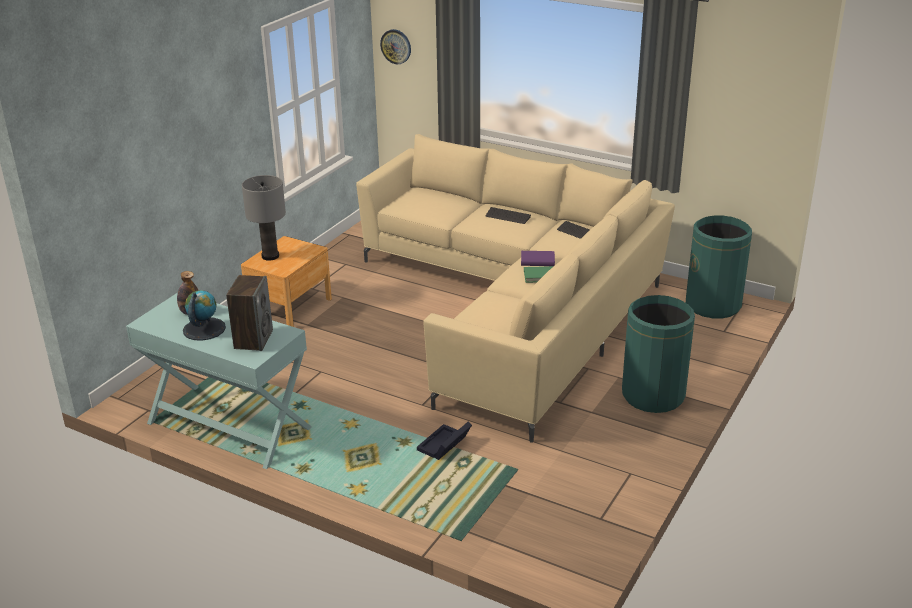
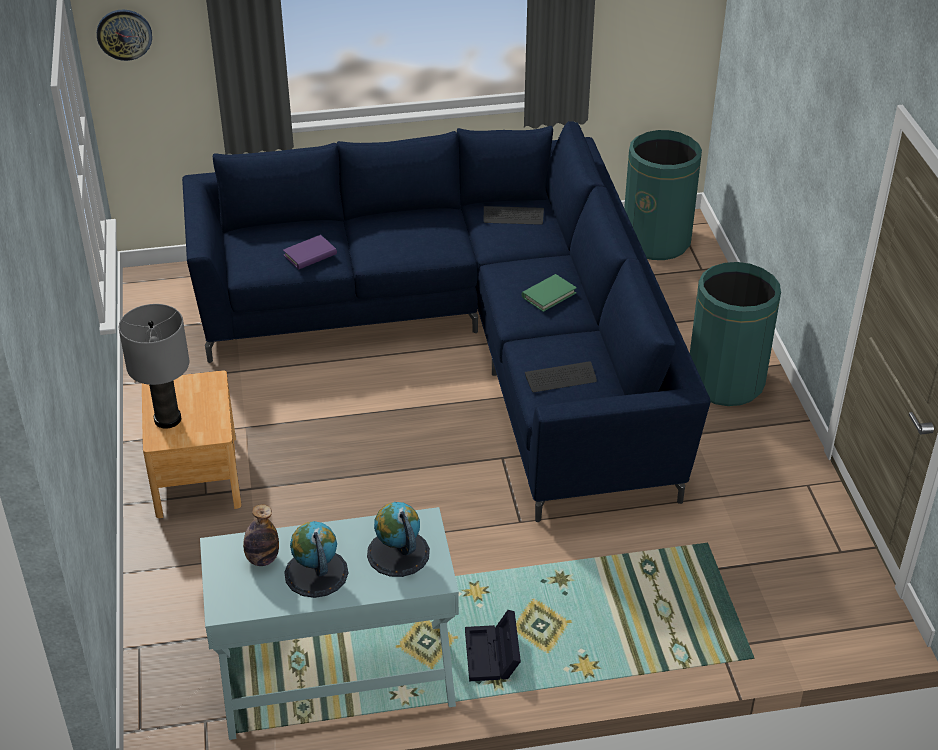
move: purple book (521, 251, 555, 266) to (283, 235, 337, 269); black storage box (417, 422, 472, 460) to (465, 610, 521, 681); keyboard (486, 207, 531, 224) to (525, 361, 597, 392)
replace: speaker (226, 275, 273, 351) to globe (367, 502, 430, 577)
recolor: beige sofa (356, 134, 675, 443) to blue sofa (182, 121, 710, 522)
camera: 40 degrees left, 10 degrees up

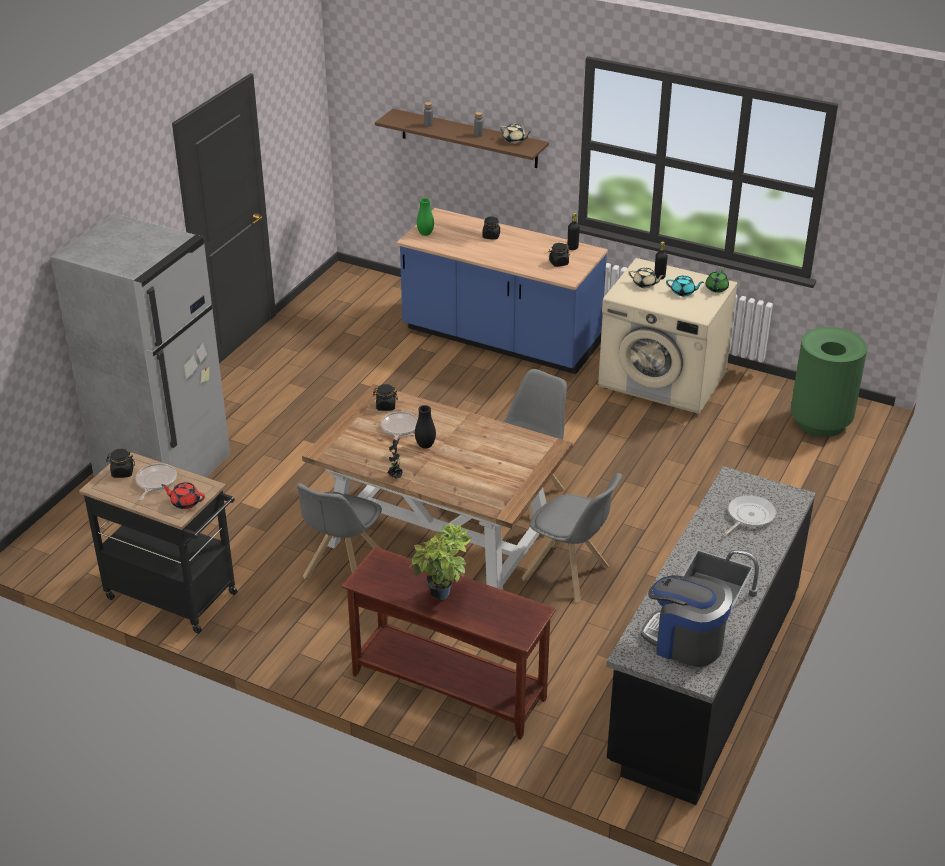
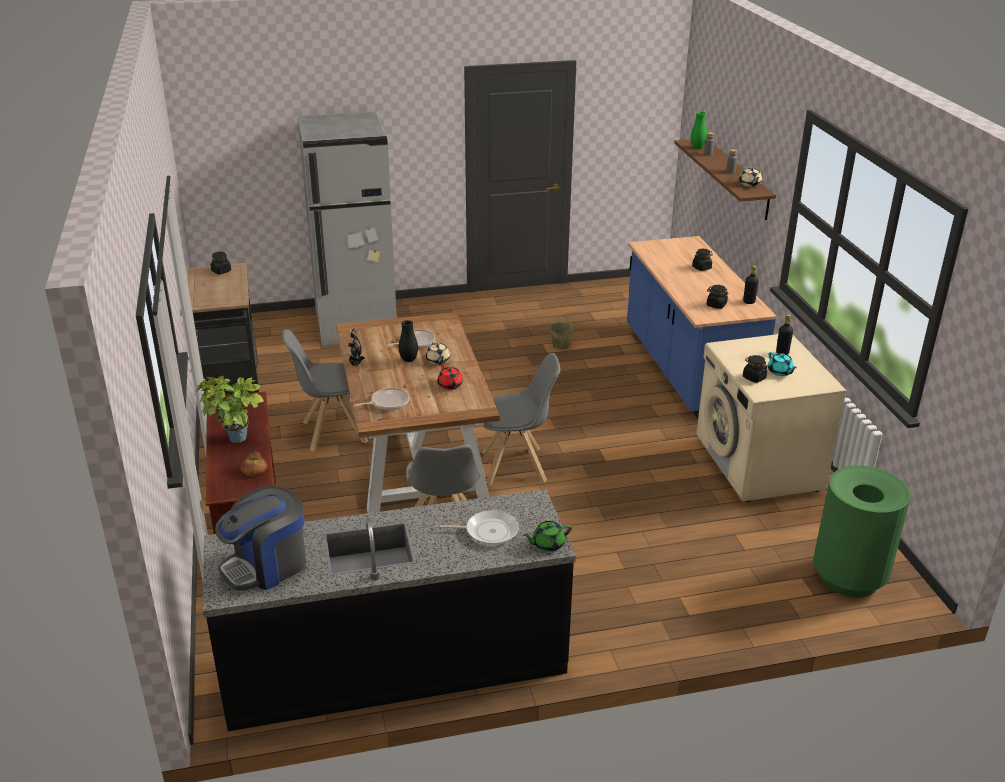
insert: bread (240, 451, 268, 476); beige bucket (550, 315, 573, 350)
move: frying pan (136, 463, 177, 500) to (354, 388, 409, 410); beige teapot (628, 268, 665, 288) to (426, 341, 450, 365); red teapot (161, 482, 205, 509) to (437, 362, 463, 390); green teapot (705, 270, 729, 293) to (523, 521, 572, 552); green vase (417, 198, 434, 236) to (691, 112, 707, 149); black jar (373, 384, 398, 411) to (743, 355, 767, 383)
rotate: coffee machine (641, 575, 732, 667) = (215, 486, 306, 591) 120 degrees counterclockwise
camera: 50 degrees right, 5 degrees down

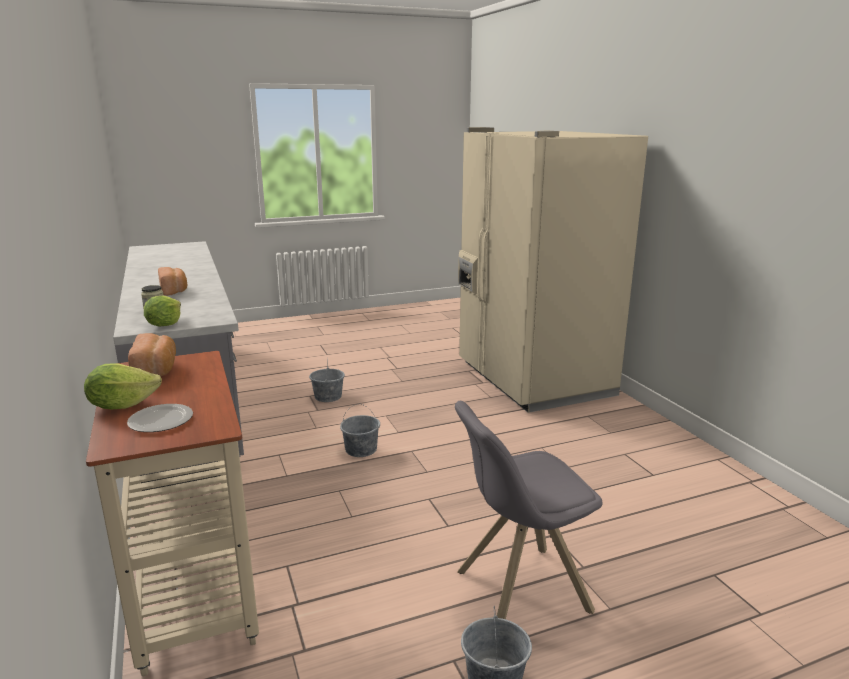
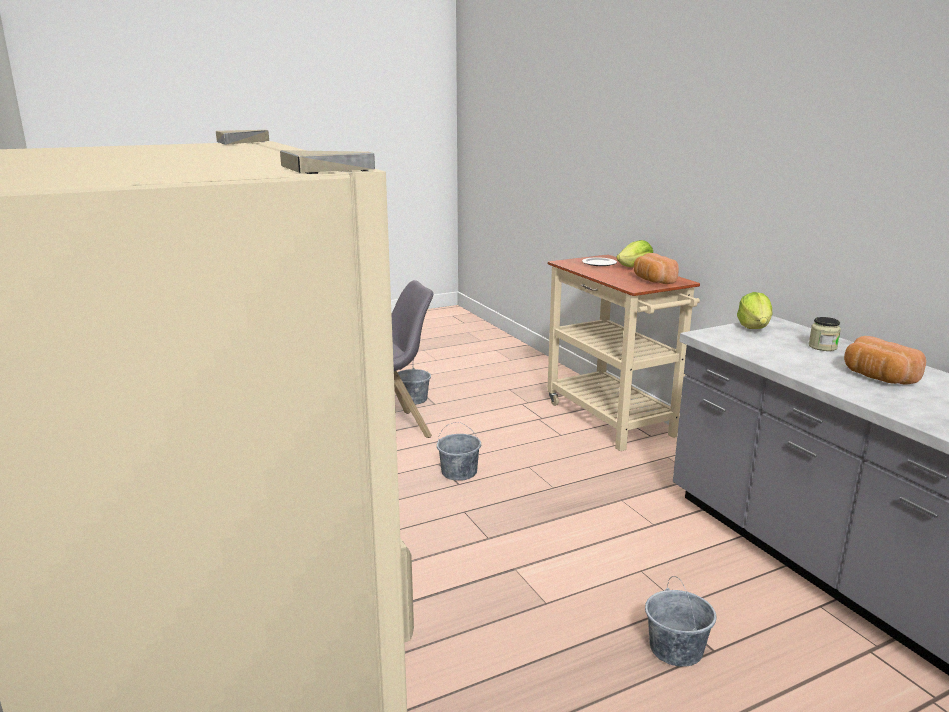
move: grey bucket (340, 404, 380, 457) to (437, 422, 481, 481)
camera: 175 degrees right, 0 degrees up

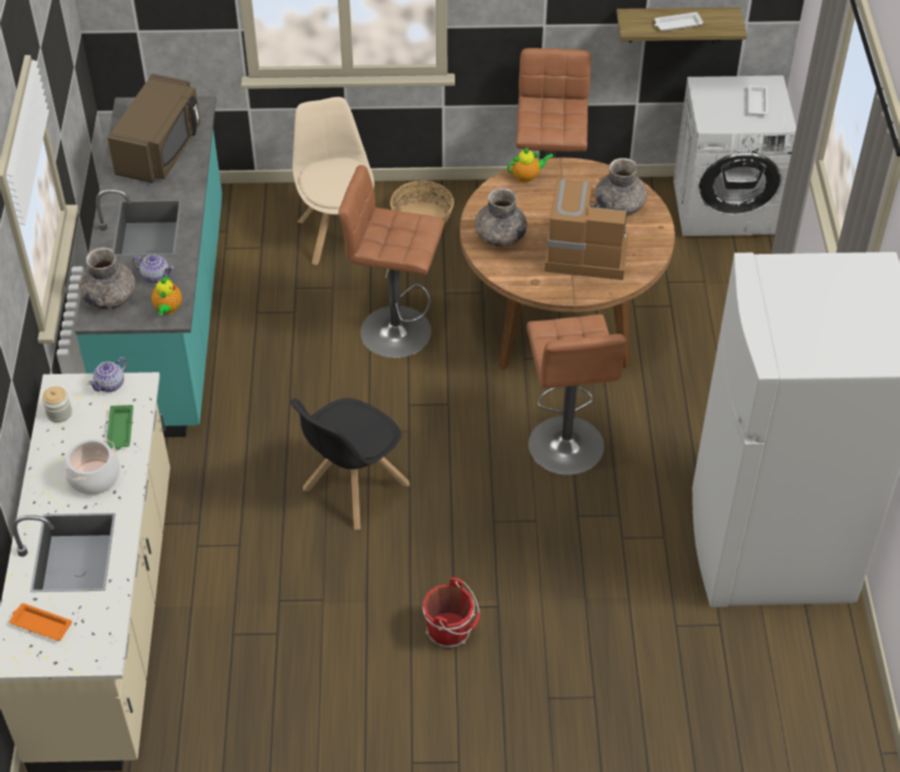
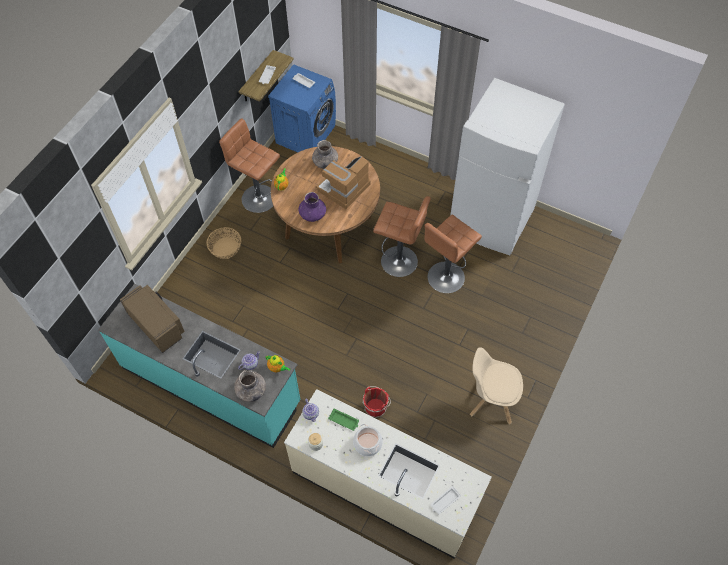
delete: black chair (290, 398, 410, 530)
move: red bucket (423, 577, 480, 649) to (362, 386, 391, 418); brown stool (338, 165, 445, 358) to (424, 215, 482, 293); beige chair (292, 97, 374, 265) to (470, 347, 523, 425)
recolor: white washing machine (673, 75, 796, 236) to blue washing machine (268, 64, 336, 152); grey vase (475, 188, 527, 247) to purple vase (299, 192, 326, 222); orange tray (9, 603, 72, 641) to white tray (431, 486, 461, 514)
camera: 60 degrees left, 10 degrees up

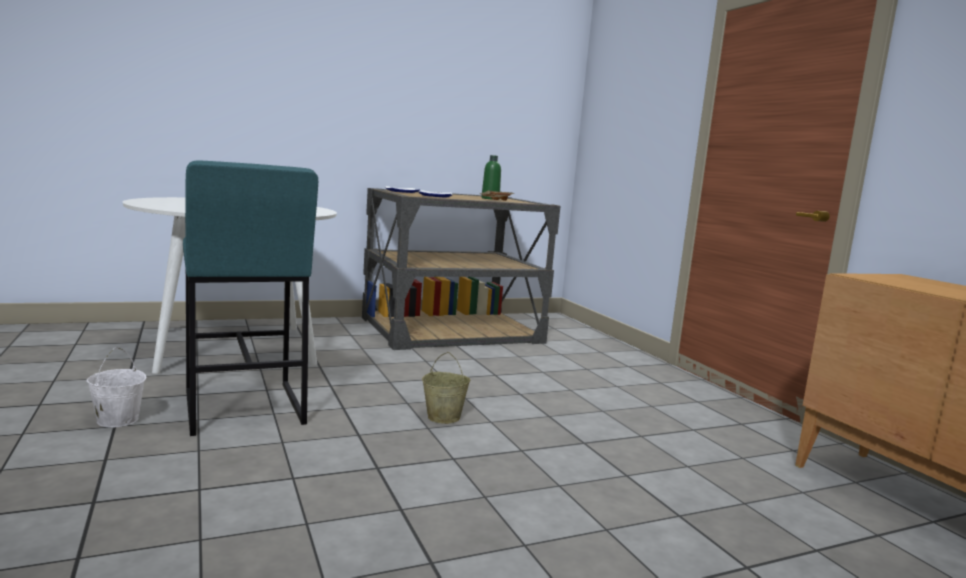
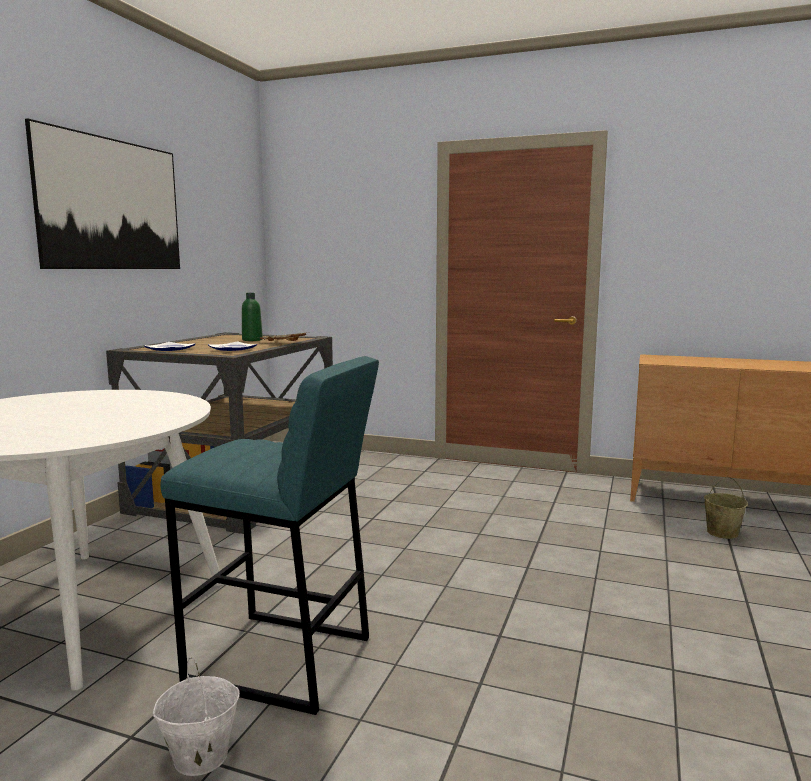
insert: picture (25, 118, 180, 269)
move: beige bucket (422, 352, 470, 424) to (704, 476, 748, 539)
camera: 45 degrees left, 0 degrees up

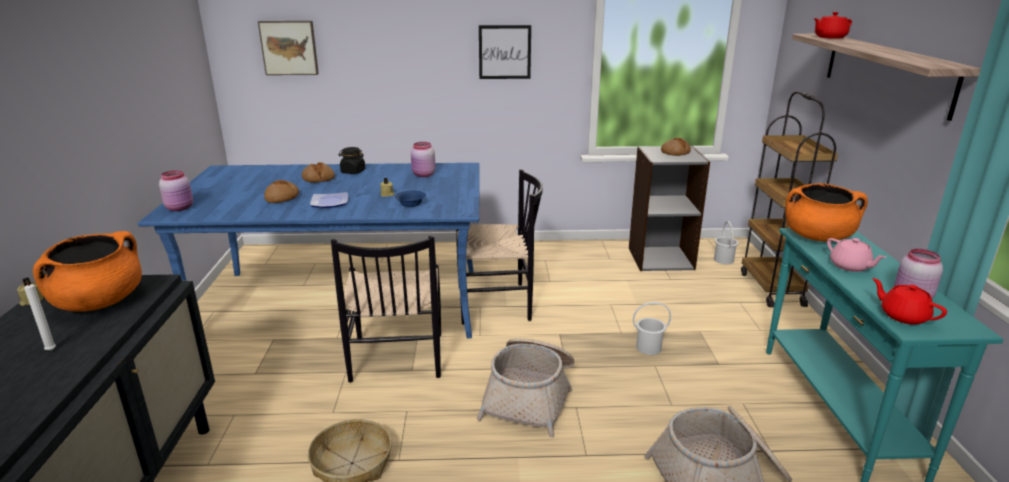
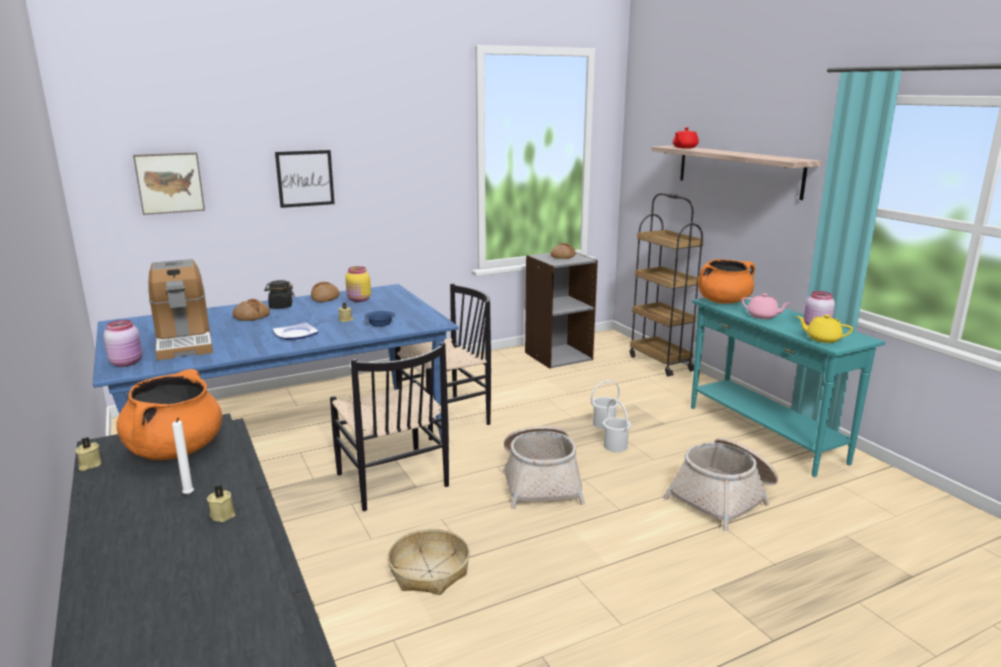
insert: coffee machine (148, 259, 213, 360); beige candle (207, 485, 236, 522)
move: picture (479, 25, 531, 79) to (275, 150, 335, 208); bread (264, 180, 299, 203) to (311, 282, 340, 302); white bucket (714, 221, 739, 264) to (603, 399, 631, 452)
recolor: pink jar (411, 142, 435, 177) to yellow jar (345, 266, 371, 302); red teapot (872, 278, 947, 325) to yellow teapot (797, 314, 853, 343)
camera: 25 degrees left, 5 degrees down

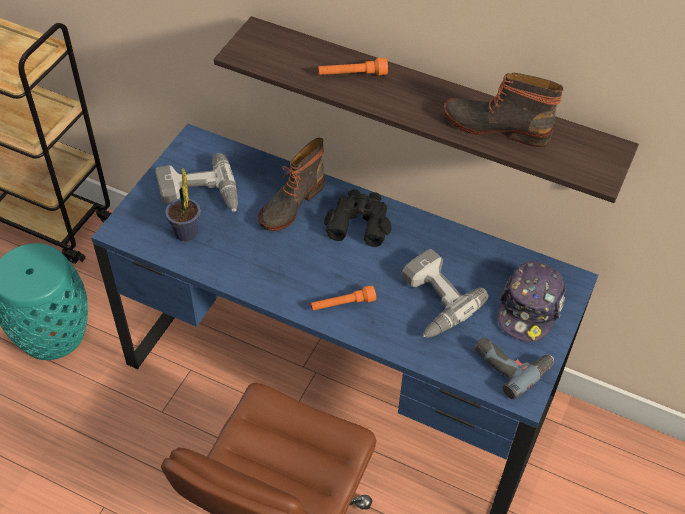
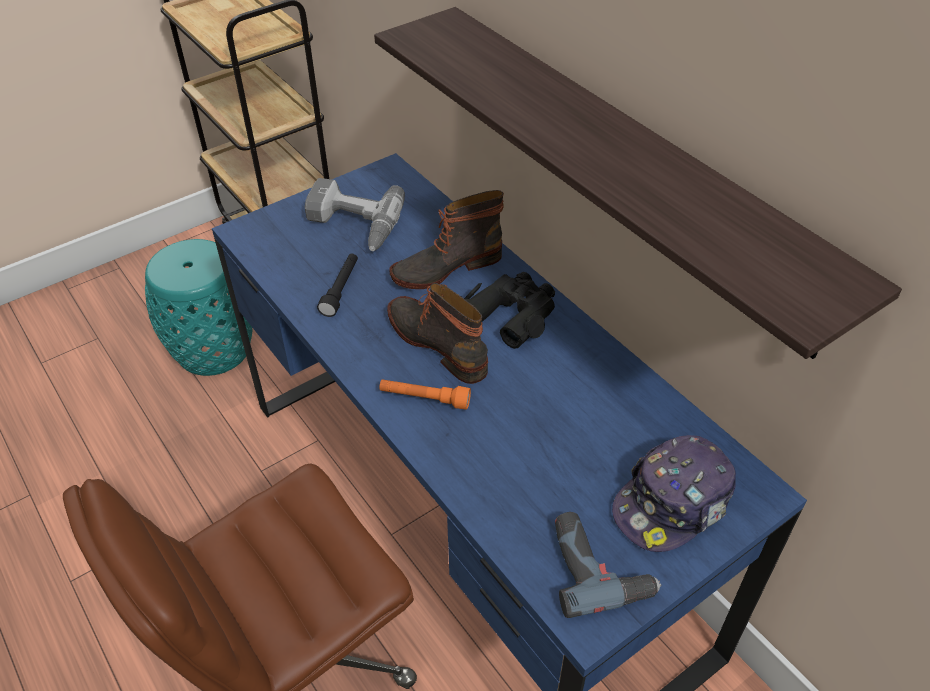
delete: potted plant (165, 168, 200, 242); orange flashlight (318, 58, 388, 76); power drill (402, 249, 488, 338)
insert: black flashlight (317, 254, 358, 317)
move: boot (443, 73, 563, 147) to (387, 283, 488, 384)
camera: 30 degrees right, 5 degrees down

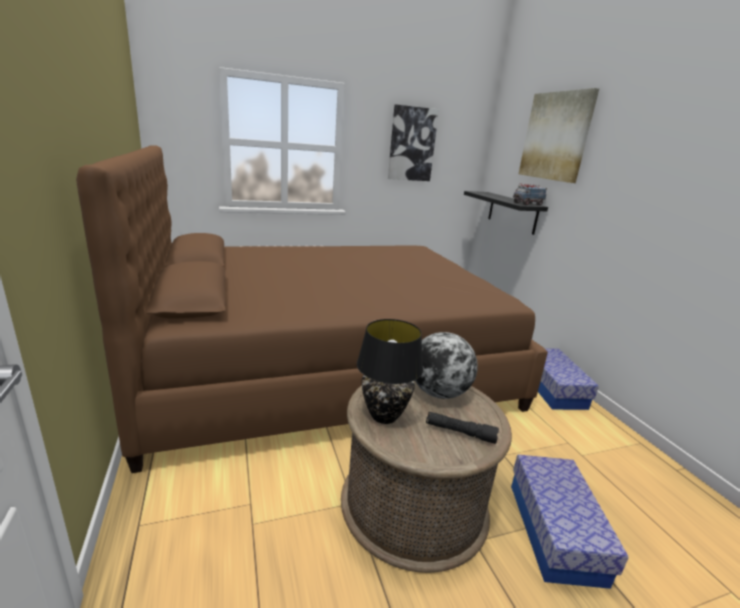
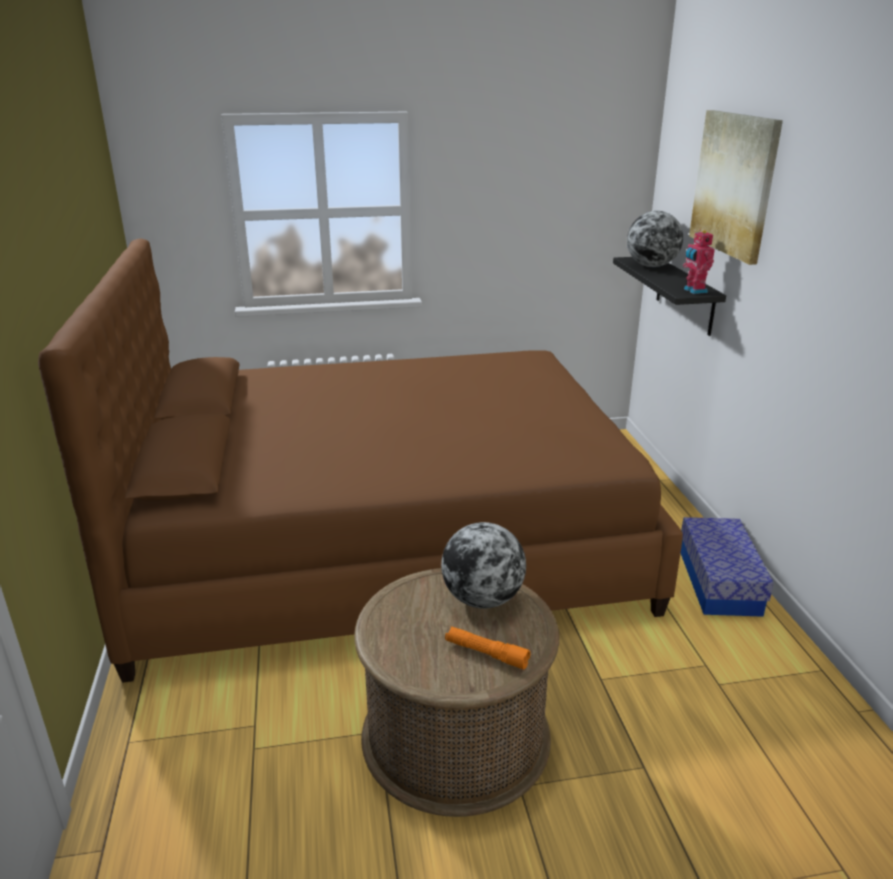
delete: black table lamp (357, 319, 423, 424); picture (388, 105, 439, 181); storage box (511, 455, 629, 589)
insert: globe (627, 211, 683, 267)
replace: toy truck (513, 184, 547, 206) to toy robot (683, 230, 715, 294)
recolor: black flashlight (426, 412, 499, 444) to orange flashlight (445, 626, 530, 669)
camera: 10 degrees right, 5 degrees up

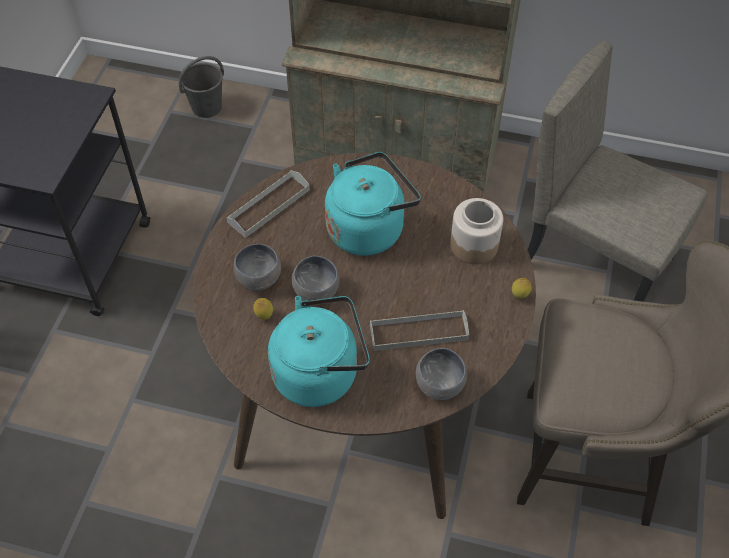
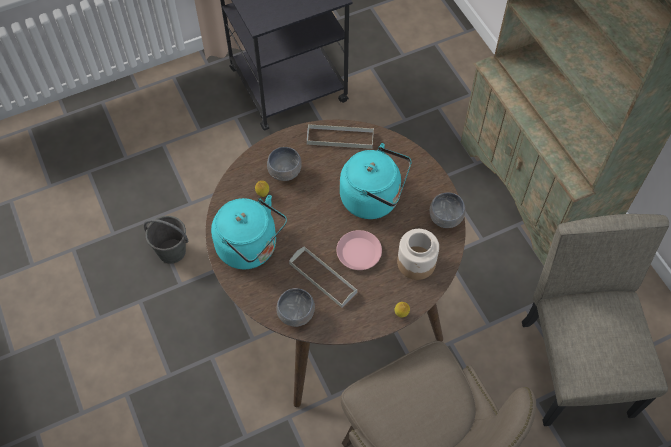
insert: pink plate (336, 230, 382, 270)
move: grey bucket (178, 56, 224, 118) to (143, 216, 188, 264); grey bowl (291, 256, 340, 301) to (430, 192, 465, 228)
camera: 50 degrees right, 5 degrees up

